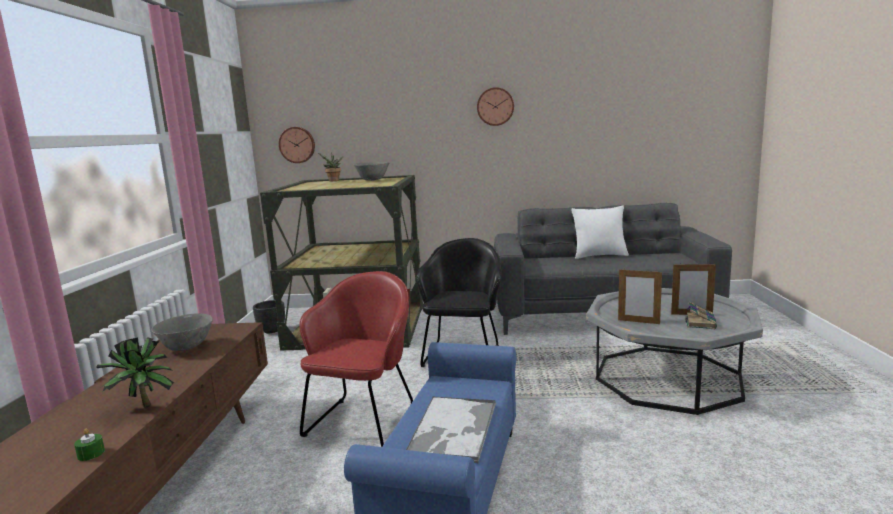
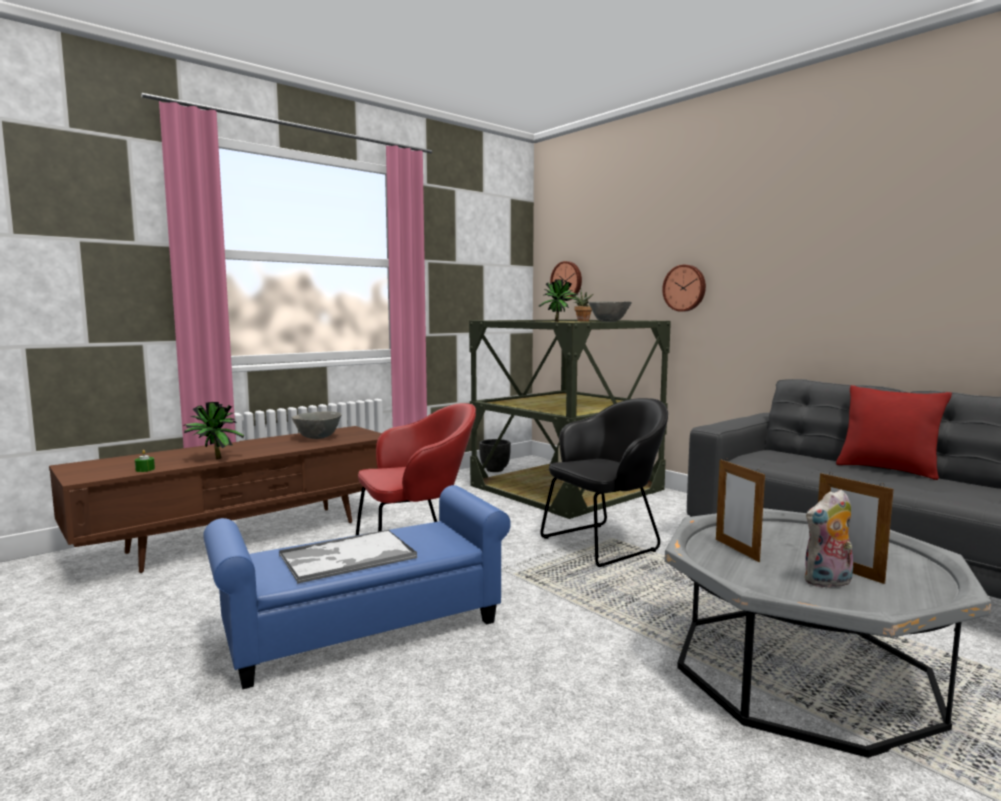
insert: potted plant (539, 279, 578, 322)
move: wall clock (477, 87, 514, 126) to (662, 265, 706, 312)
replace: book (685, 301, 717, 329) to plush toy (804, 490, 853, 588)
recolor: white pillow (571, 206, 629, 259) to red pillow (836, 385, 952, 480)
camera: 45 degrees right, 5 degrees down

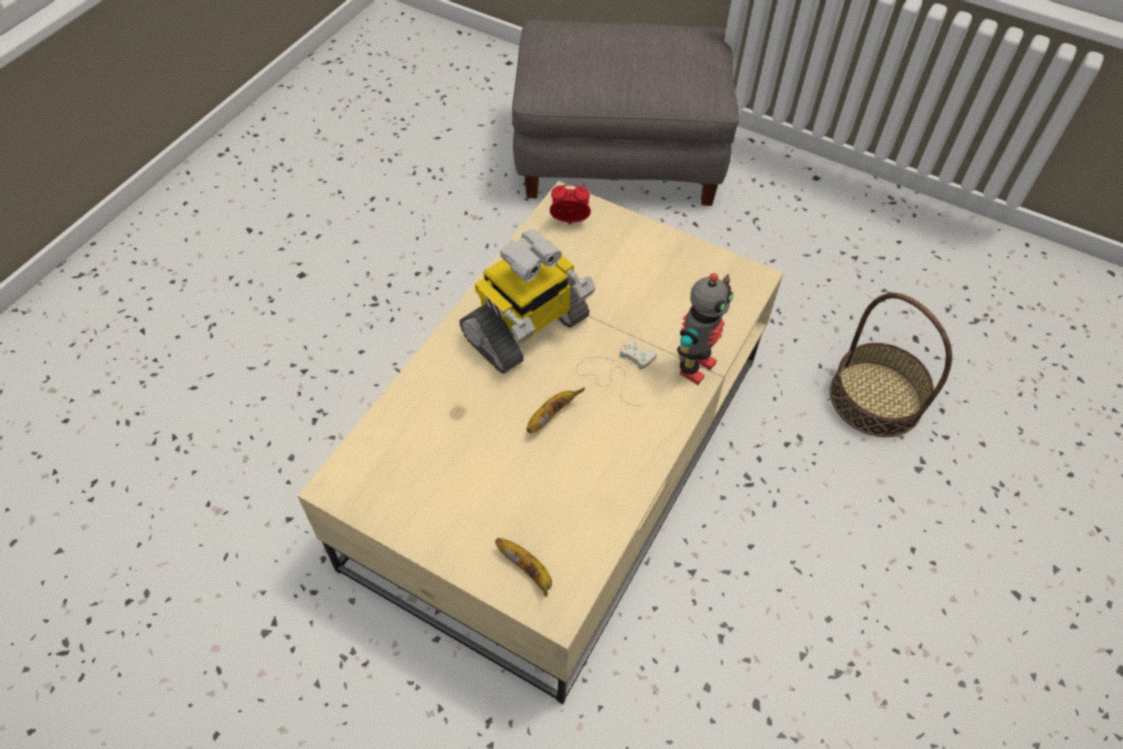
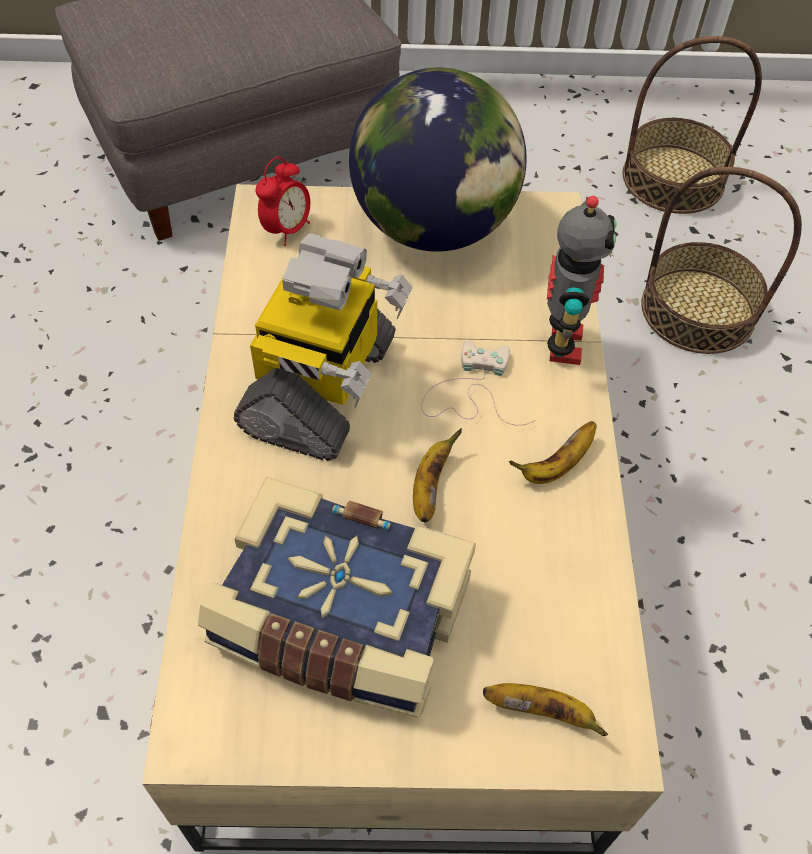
insert: book (198, 477, 476, 718); globe (349, 68, 527, 252); banana (509, 421, 597, 484); basket (623, 36, 762, 214)
rotate: alarm clock (550, 184, 591, 224) = (256, 156, 310, 246) 150 degrees clockwise
camera: 30 degrees left, 0 degrees up

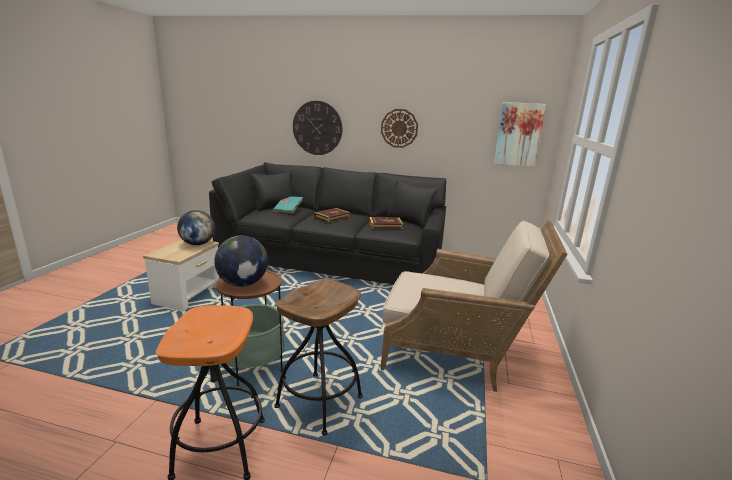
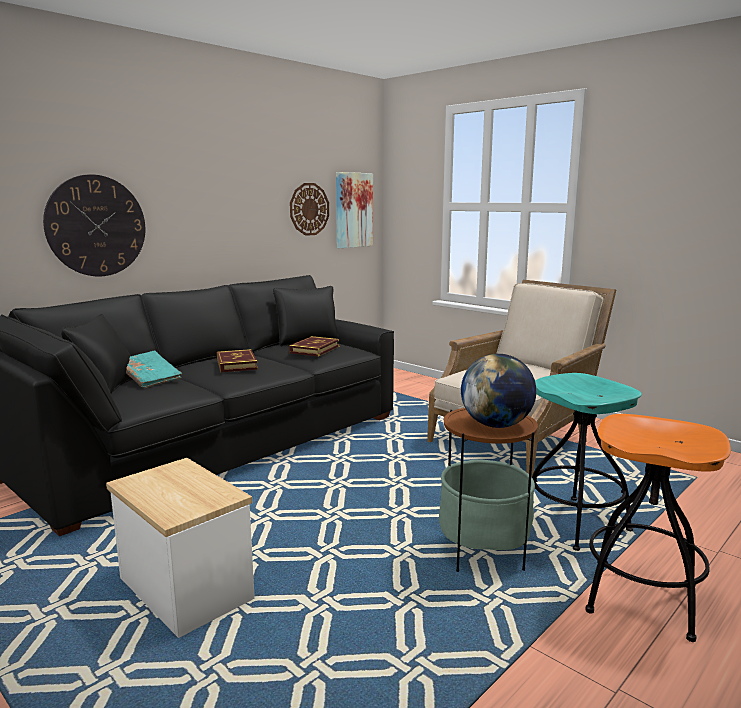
delete: globe (177, 210, 215, 245)
move: wall clock (381, 109, 418, 148) to (290, 183, 329, 236)
recolor: brown stool (274, 279, 363, 435) to turquoise stool (532, 373, 642, 551)
camera: 60 degrees left, 5 degrees down

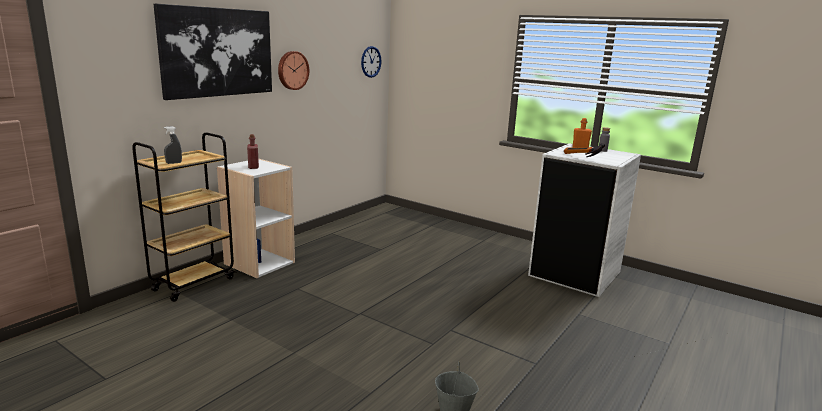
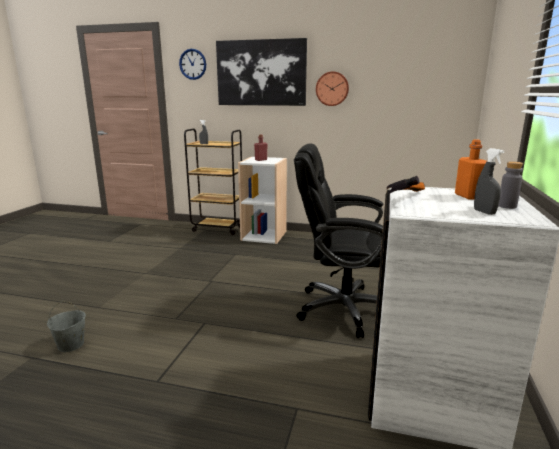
insert: black office chair (294, 143, 383, 338); grey spray bottle (474, 148, 505, 215)
move: wall clock (361, 46, 382, 78) to (179, 49, 206, 80)
camera: 70 degrees right, 0 degrees up

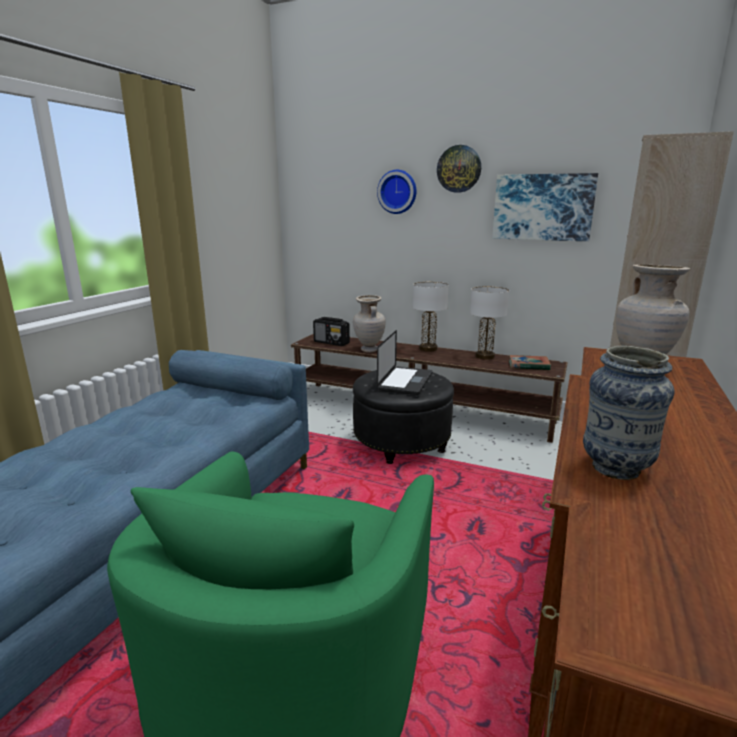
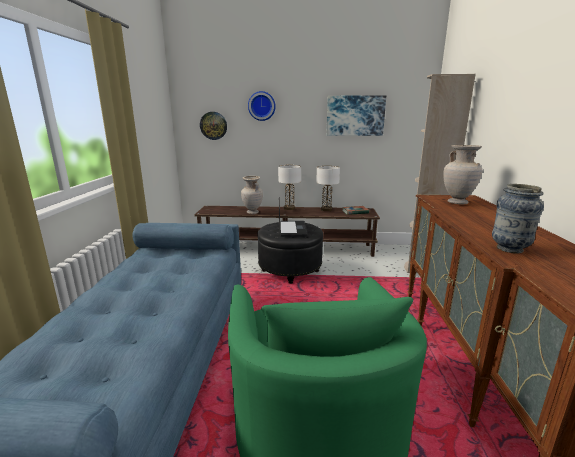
delete: radio (313, 317, 350, 346)
move: wall clock (437, 145, 481, 193) to (200, 112, 227, 140)
camera: 20 degrees left, 0 degrees up

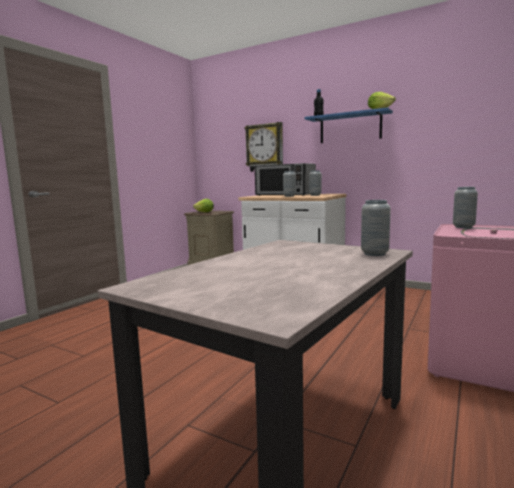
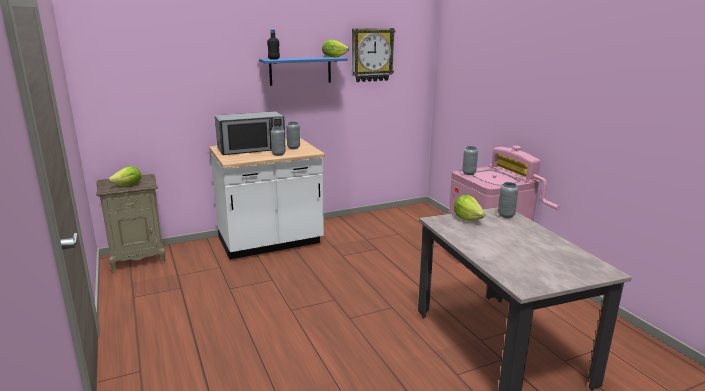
insert: lettuce (454, 195, 485, 221)
move: wall clock (244, 122, 283, 172) to (352, 28, 395, 82)
camera: 55 degrees left, 10 degrees up

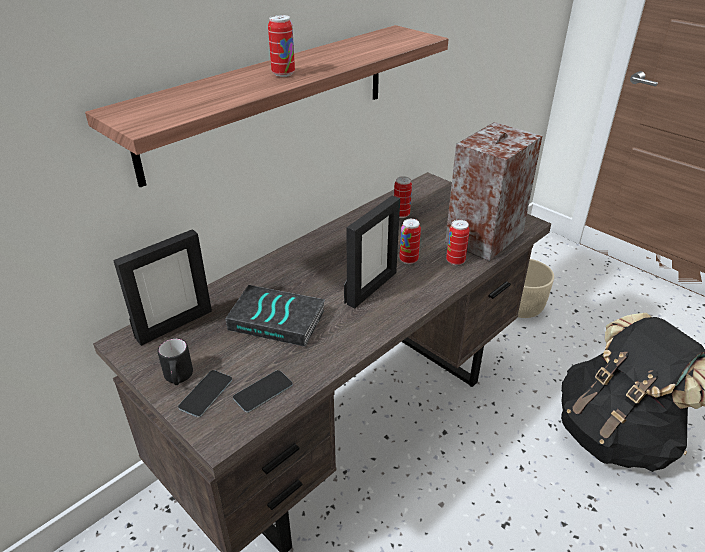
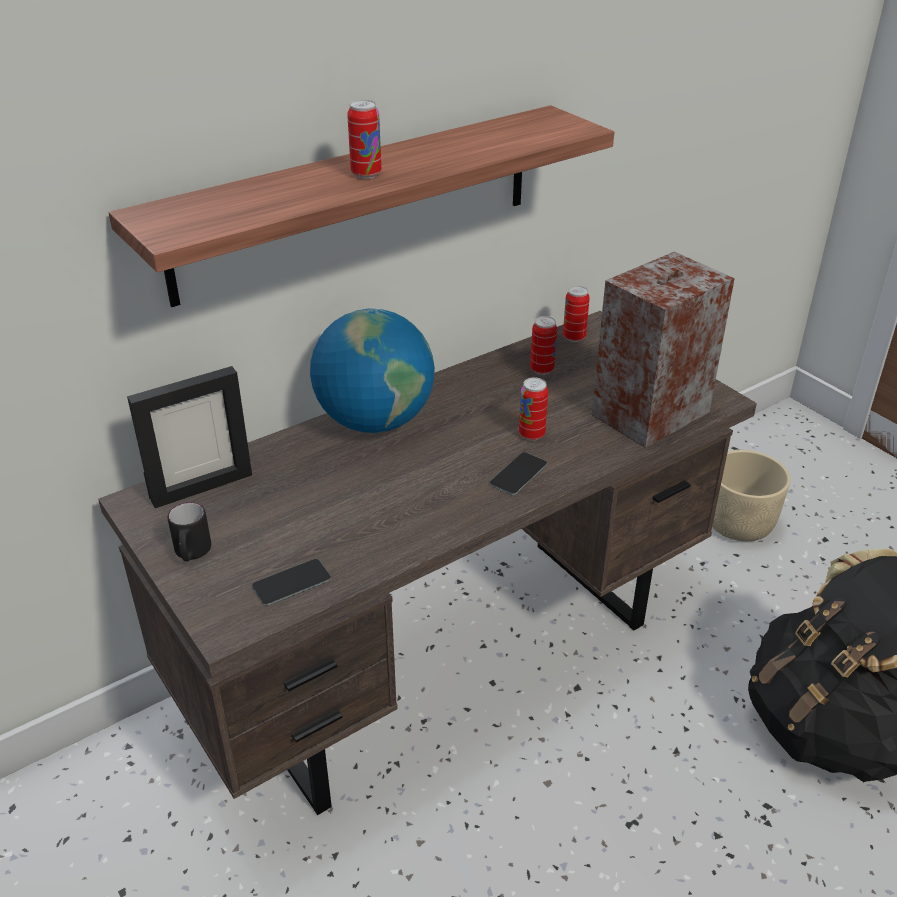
delete: book (225, 285, 326, 347); picture frame (344, 196, 400, 308)
insert: globe (310, 308, 435, 433)
move: phone (178, 370, 232, 417) to (490, 453, 547, 495); can (446, 220, 470, 265) to (563, 286, 590, 342)
camera: 10 degrees right, 0 degrees up

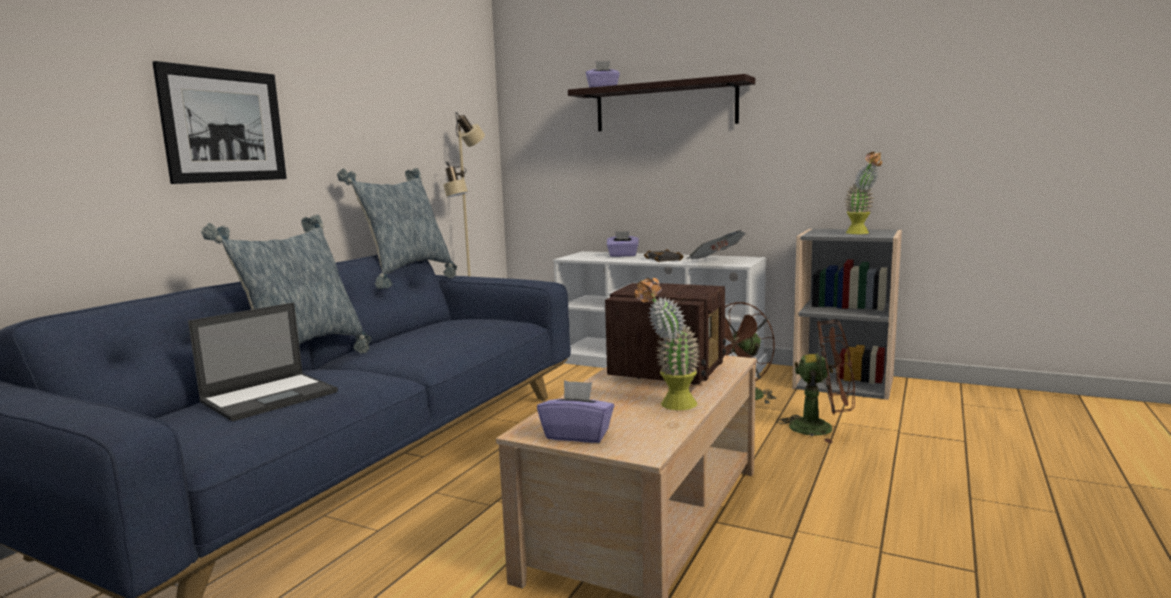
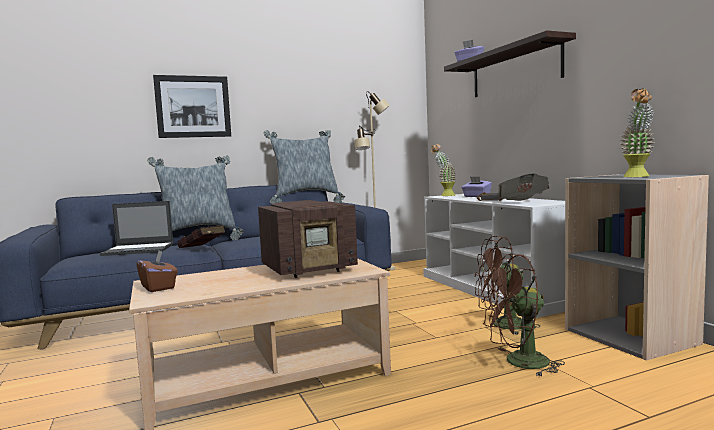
insert: red book (177, 225, 225, 248)
move: potted plant (634, 278, 700, 410) to (431, 144, 456, 196)
recolor: purple tissue box (537, 380, 614, 443) to brown tissue box (136, 251, 178, 292)
rotate: brown fan (776, 320, 855, 443) = (481, 254, 565, 377) 120 degrees clockwise
camera: 40 degrees right, 5 degrees down

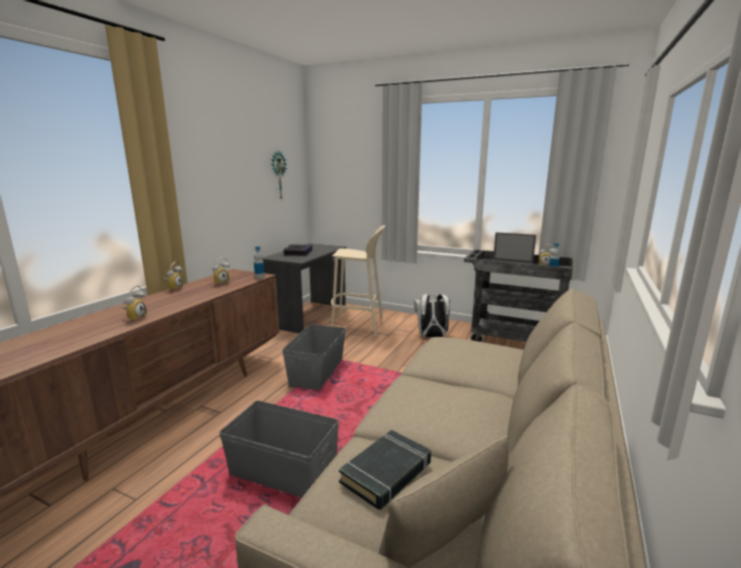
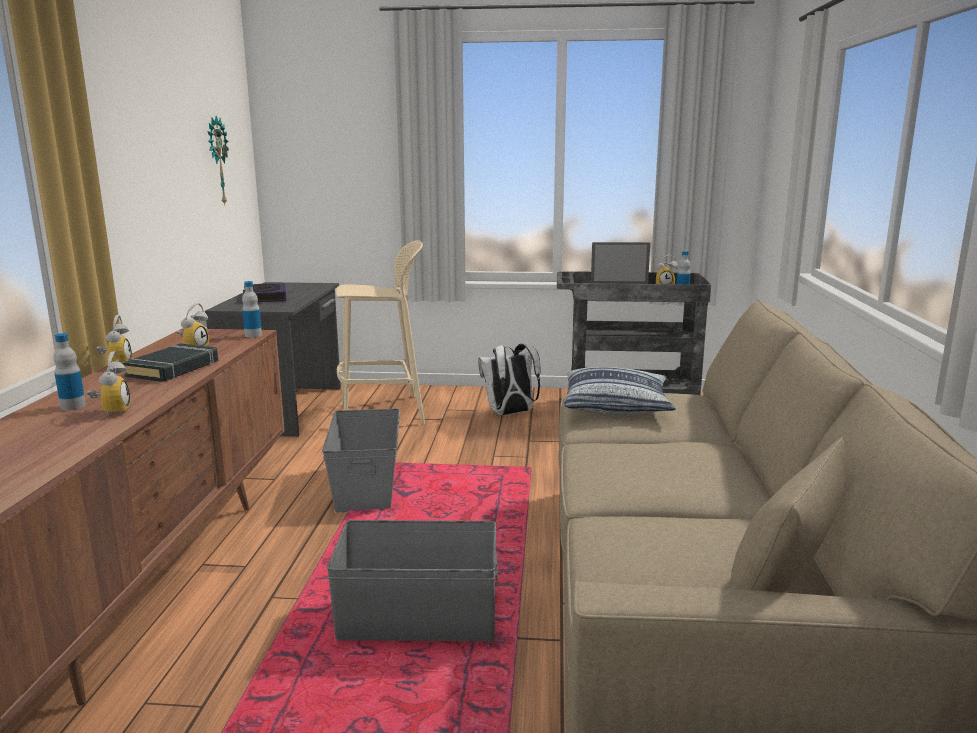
insert: bottle (53, 333, 86, 410); pillow (564, 367, 676, 415)
move: black book (339, 430, 431, 510) to (123, 344, 218, 382)
camera: 20 degrees left, 0 degrees up

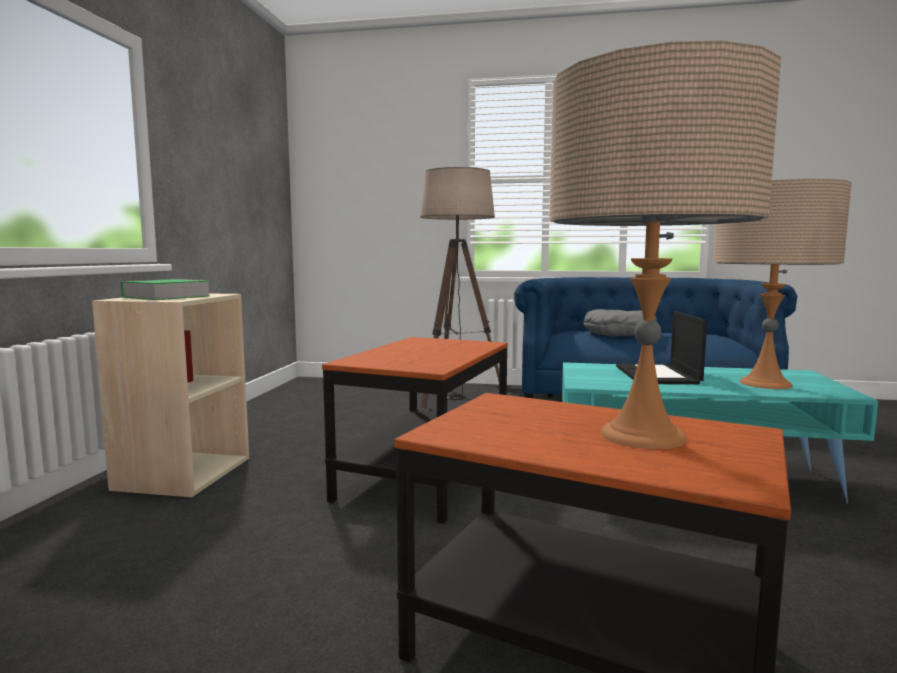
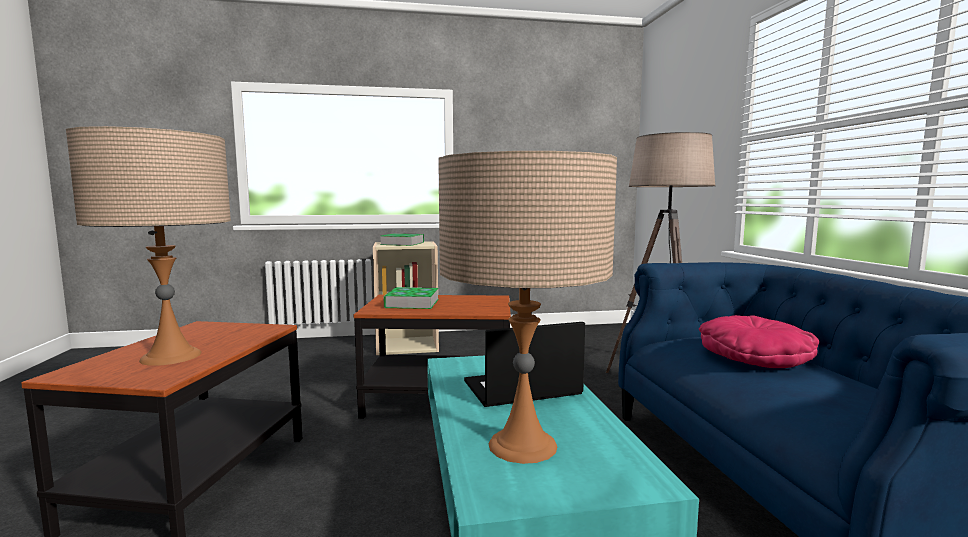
insert: book (383, 287, 439, 309)
recolor: grey pillow (583, 309, 657, 337) to pink pillow (699, 315, 819, 368)
camera: 70 degrees right, 0 degrees up

